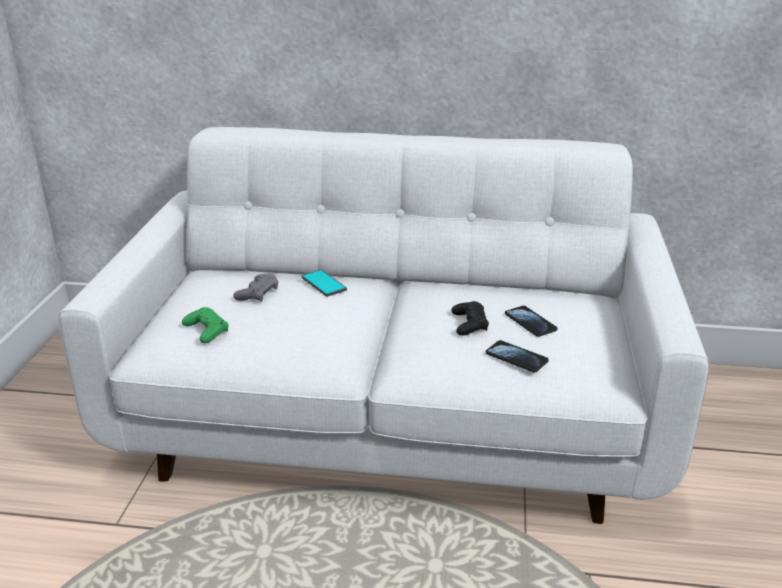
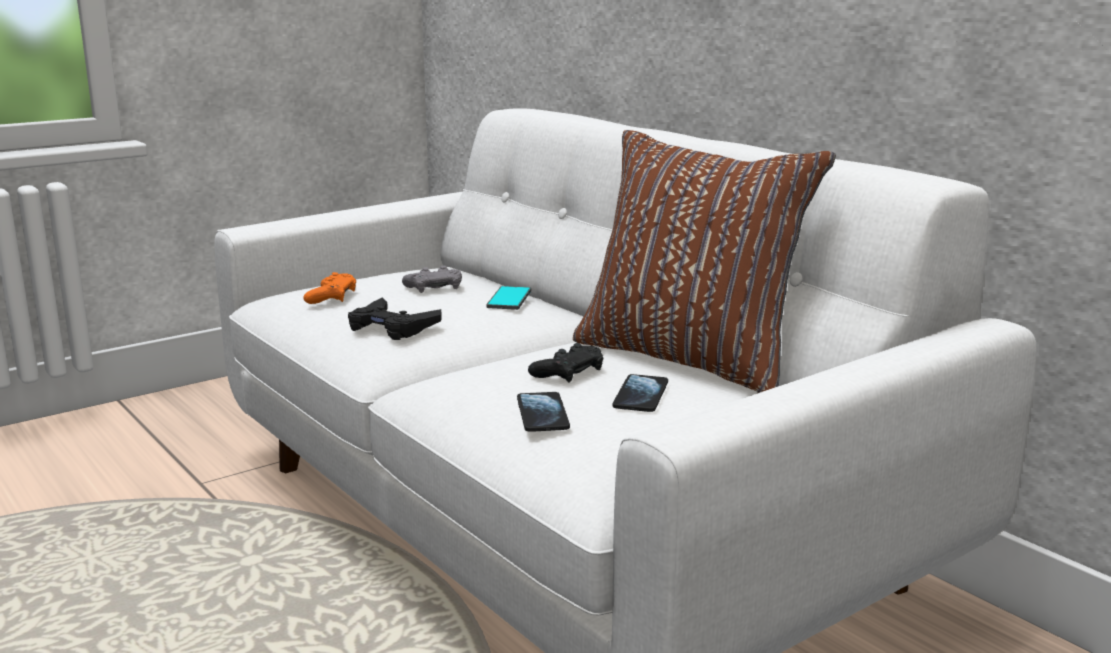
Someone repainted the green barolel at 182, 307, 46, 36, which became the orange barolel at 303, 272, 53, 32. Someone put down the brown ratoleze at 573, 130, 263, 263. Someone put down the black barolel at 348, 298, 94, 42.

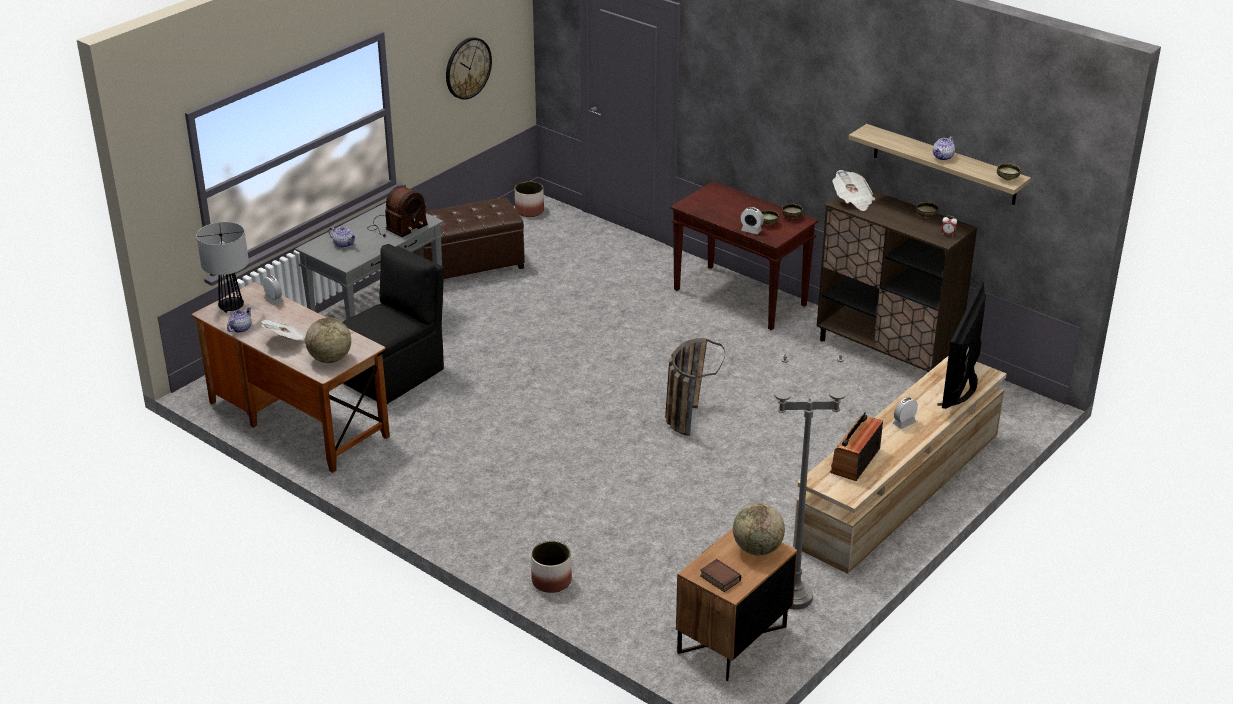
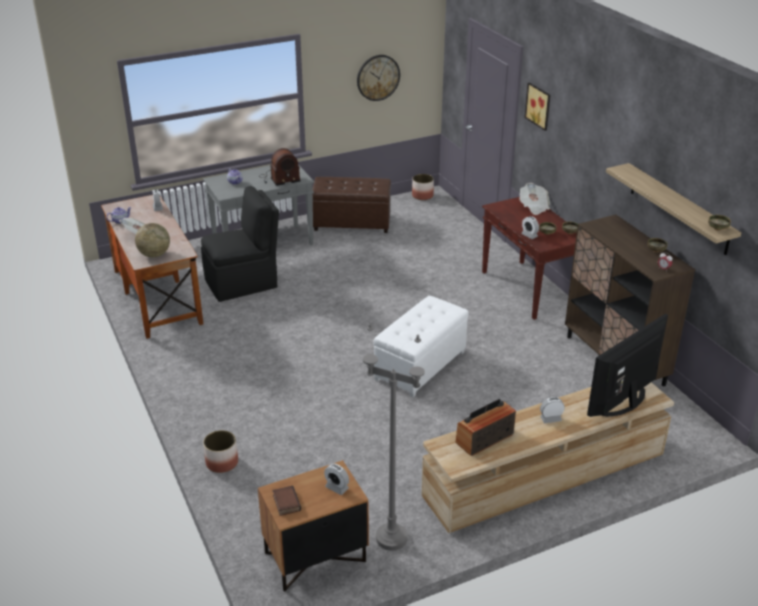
Someone took away the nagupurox at 933, 136, 22, 24. Someone carried the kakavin from 832, 170, 43, 41 to 519, 183, 31, 32. Someone took away the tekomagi at 196, 222, 53, 91. Someone swapped the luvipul at 665, 338, 60, 98 for the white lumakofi at 373, 296, 96, 101. Someone swapped the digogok at 733, 503, 52, 52 for the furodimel at 324, 464, 25, 31. Someone put up the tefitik at 525, 83, 25, 48.

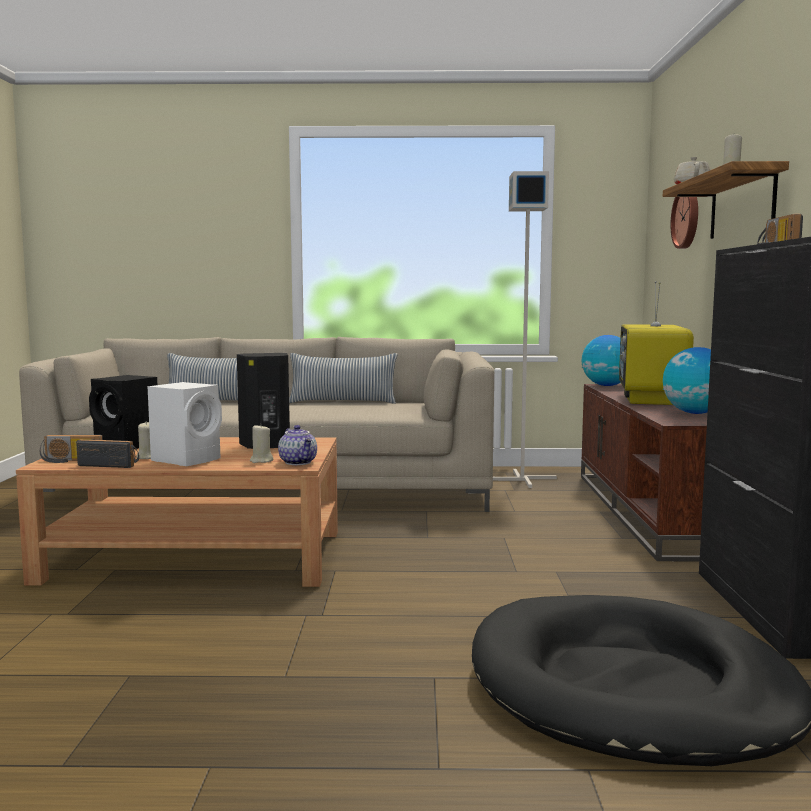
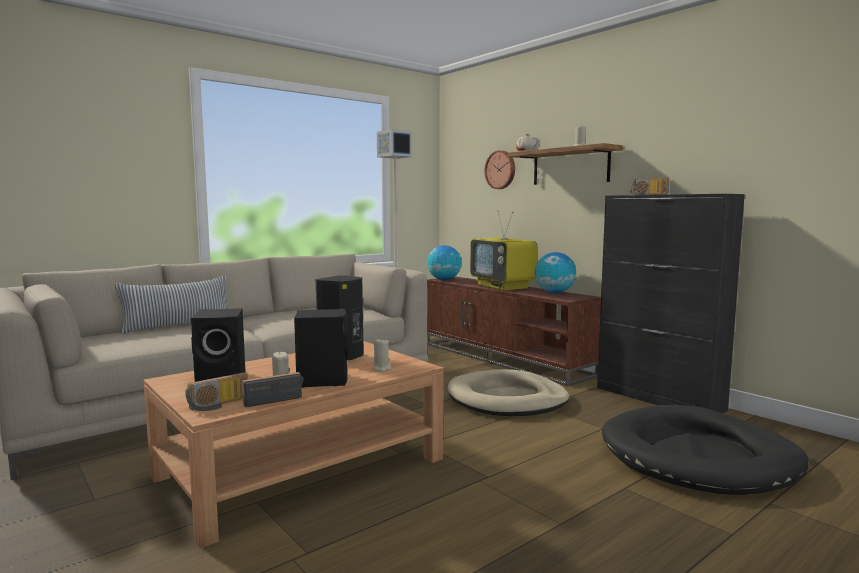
Someone took away the ratoleze at 289, 353, 108, 51. Someone repainted the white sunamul at 147, 382, 75, 84, which became the black sunamul at 294, 309, 54, 79. Someone took away the nagupurox at 278, 425, 39, 40. Someone put down the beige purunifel at 448, 369, 122, 47.

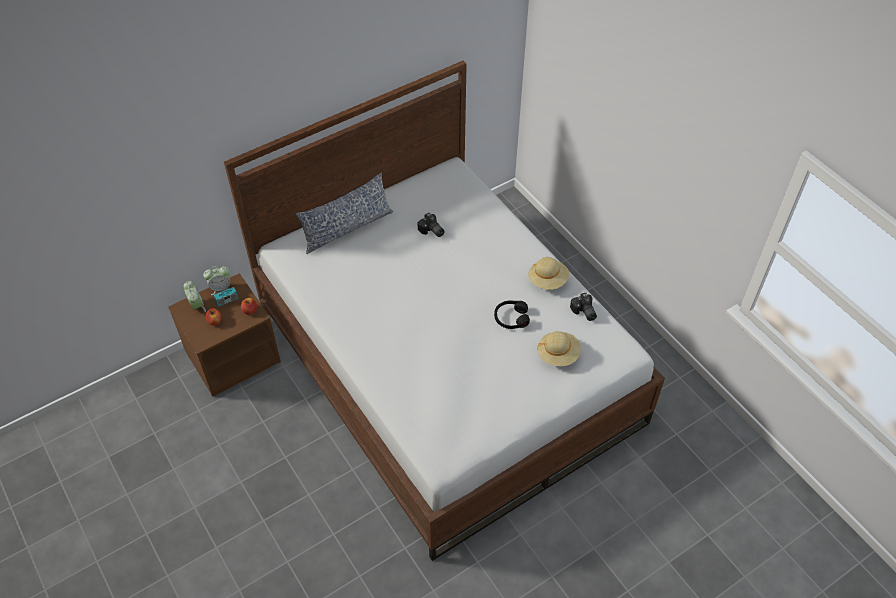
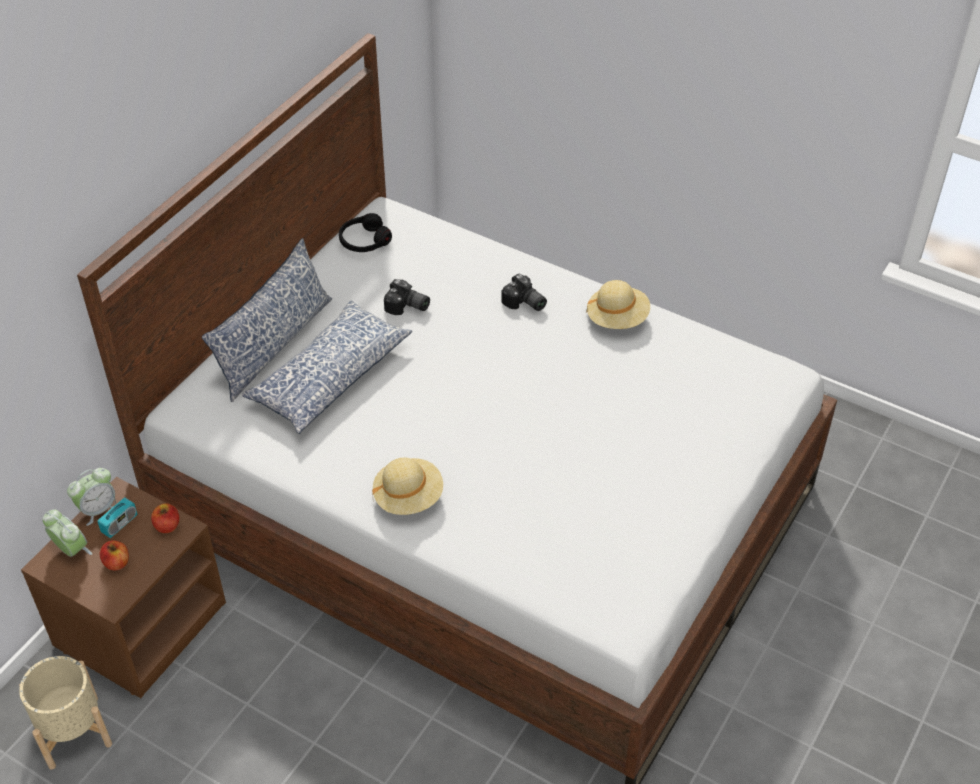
Someone carried the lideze from 570, 293, 27, 28 to 502, 273, 45, 38. Someone carried the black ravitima from 494, 301, 36, 28 to 339, 213, 53, 39. Someone carried the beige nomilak from 537, 331, 44, 35 to 372, 458, 71, 57. Someone put down the ratoleze at 242, 300, 170, 134. Someone put down the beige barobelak at 19, 656, 93, 114.

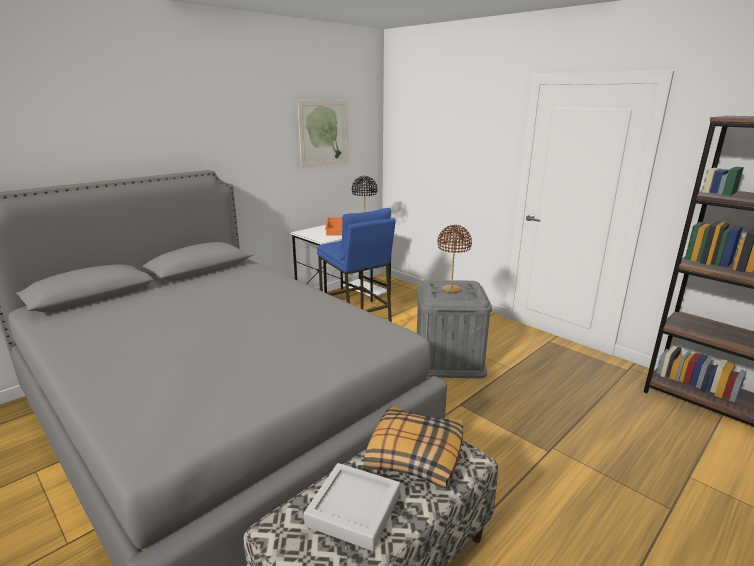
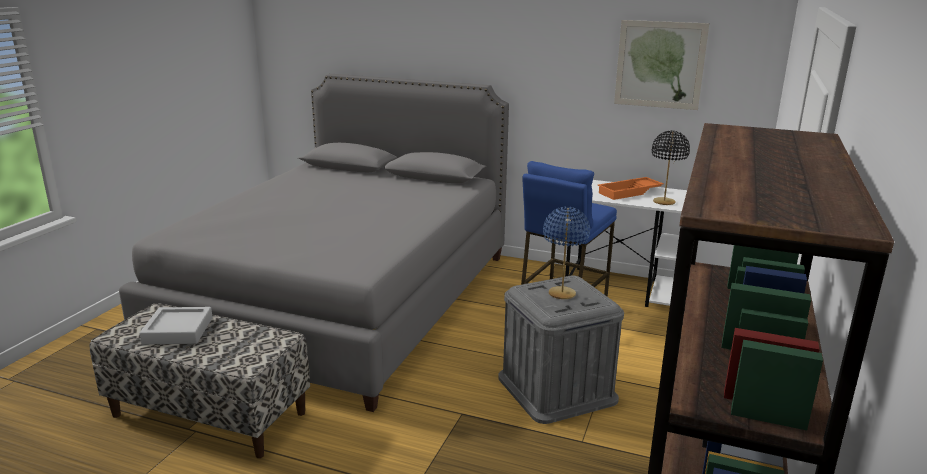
Someone repainted the brown tekomagi at 437, 225, 35, 68, which became the blue tekomagi at 543, 206, 47, 93. Someone took away the ratoleze at 364, 406, 99, 83.

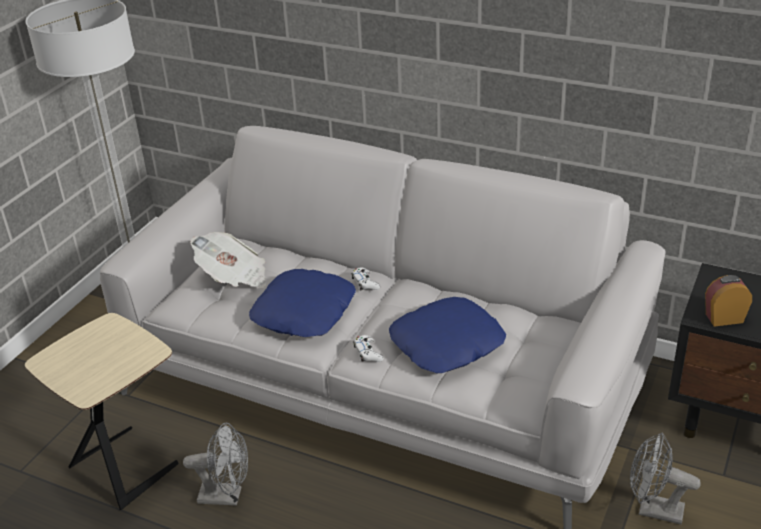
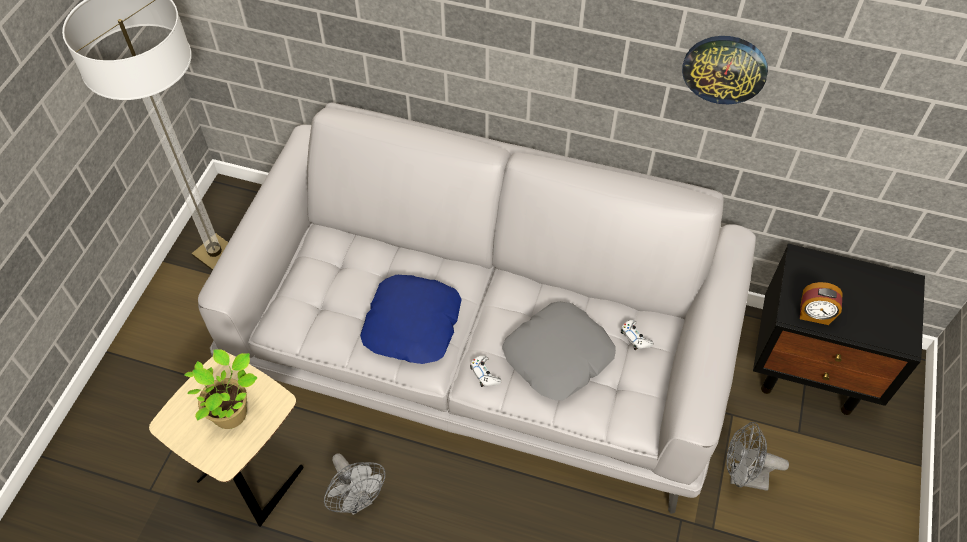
Someone took away the kakavin at 190, 232, 76, 56. Someone carried the white barolel from 352, 267, 28, 23 to 621, 320, 32, 30. Someone rotated the furodimel at 705, 275, 47, 52 by 150 degrees counterclockwise. Someone repainted the blue ratoleze at 389, 297, 117, 76, which became the grey ratoleze at 502, 302, 114, 99. Someone rotated the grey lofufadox at 183, 422, 65, 84 by 60 degrees clockwise. Someone put up the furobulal at 682, 36, 86, 68. Someone put down the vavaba at 184, 350, 74, 79.

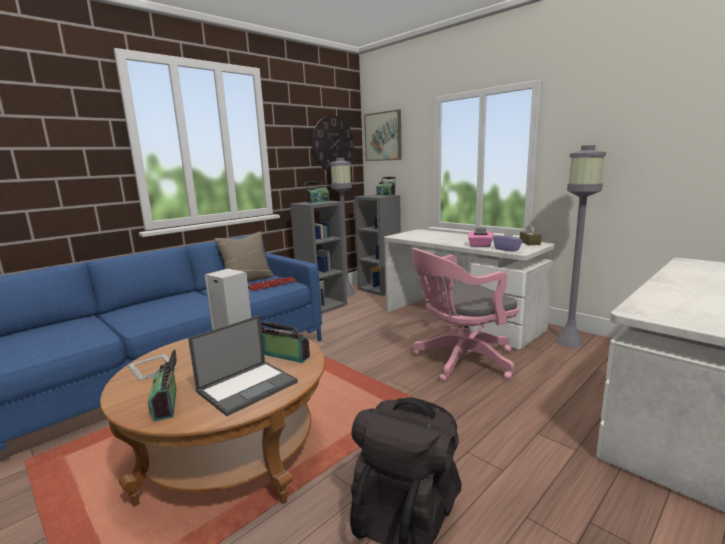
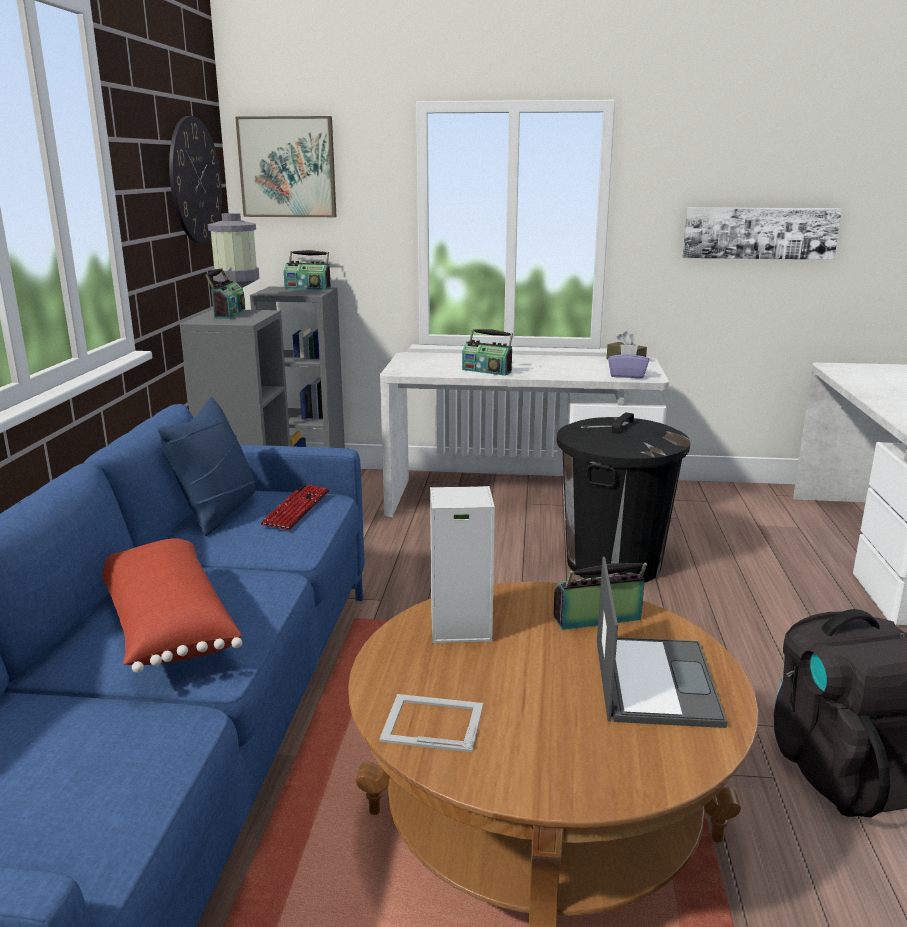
Someone took away the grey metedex at 556, 145, 50, 203. Someone took away the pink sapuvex at 468, 228, 25, 19. Someone repainted the beige ratoleze at 214, 232, 60, 50, which became the blue ratoleze at 157, 397, 98, 139. Someone swapped the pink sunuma at 412, 248, 107, 134 for the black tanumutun at 557, 412, 133, 171. Someone carried the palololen from 148, 349, 29, 72 to 462, 329, 51, 47. Someone put up the tefitik at 682, 207, 160, 53. Someone put down the red ratoleze at 102, 538, 140, 135.

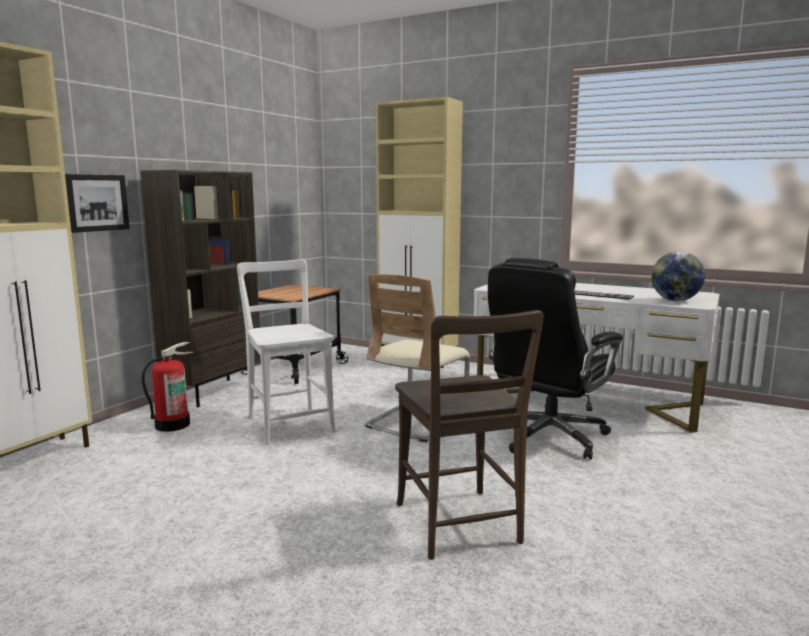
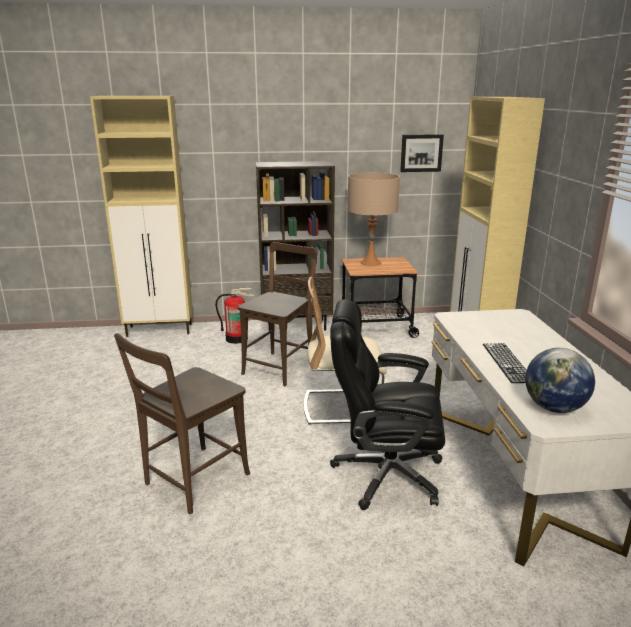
Someone carried the tefitik from 65, 174, 65, 59 to 400, 134, 44, 38. Someone repainted the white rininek at 237, 259, 99, 185, which became the brown rininek at 238, 242, 80, 144. Someone put down the beige tekomagi at 348, 173, 52, 93.

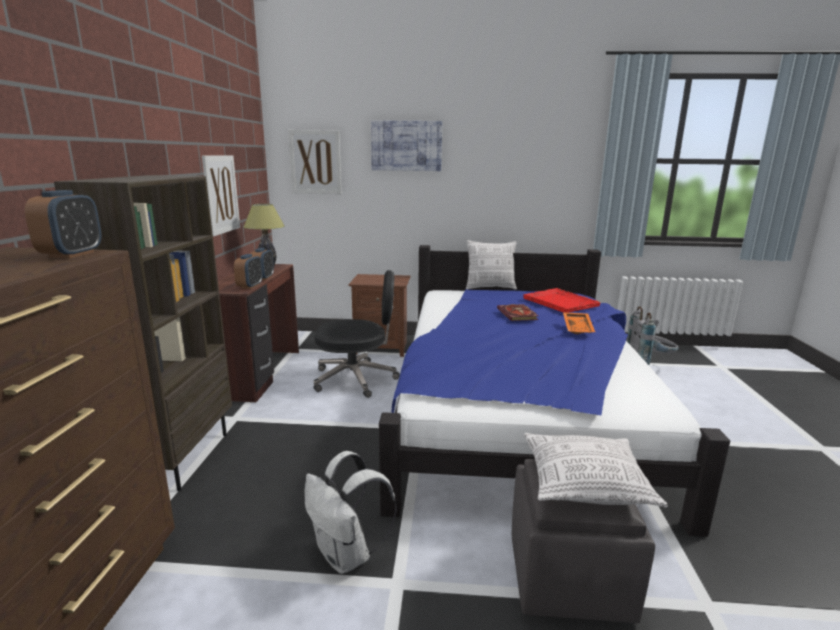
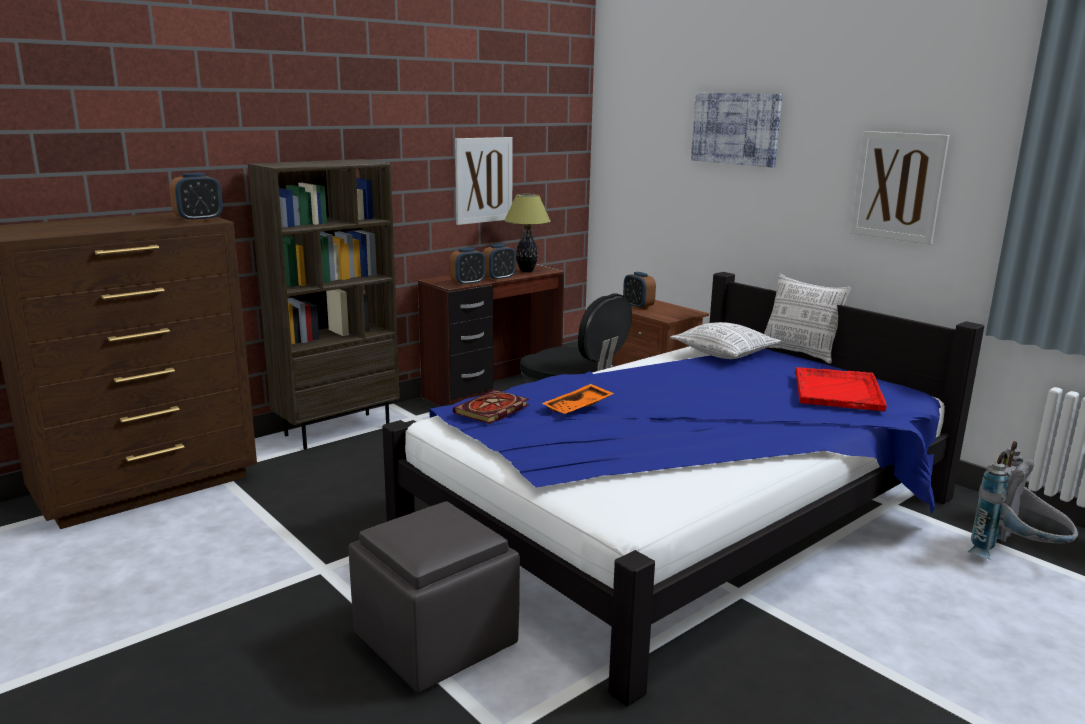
Someone carried the tefitik from 288, 130, 53, 64 to 850, 131, 100, 114. Someone carried the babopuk from 497, 304, 41, 17 to 453, 390, 76, 34. Someone carried the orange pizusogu from 563, 313, 32, 21 to 542, 384, 72, 30. Someone carried the ratoleze from 524, 433, 144, 74 to 670, 322, 111, 37. Someone took away the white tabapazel at 305, 451, 92, 123. Someone put down the furodimel at 623, 272, 33, 37.

